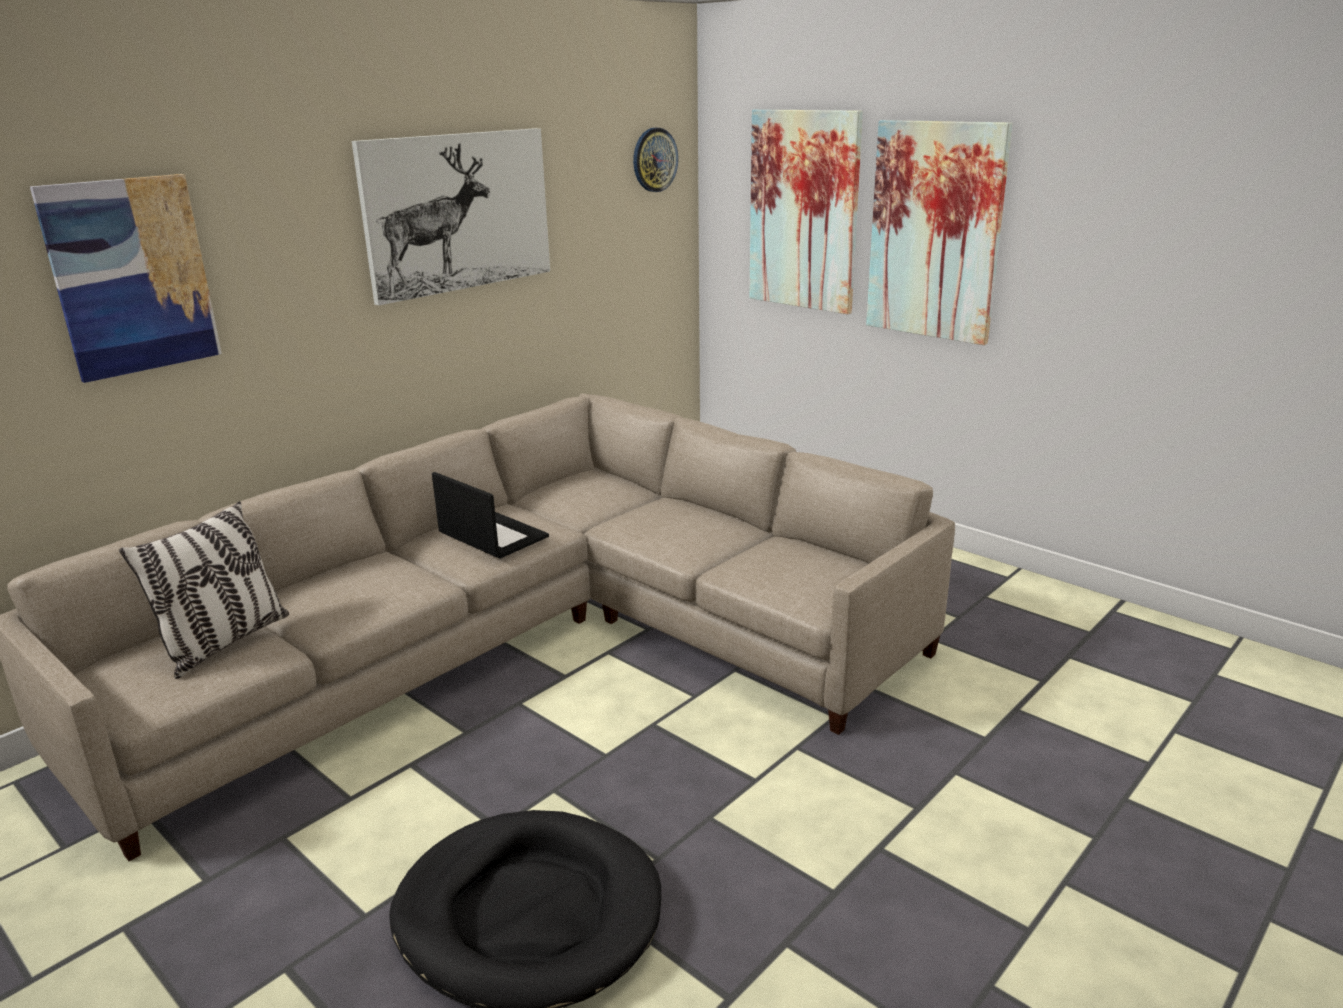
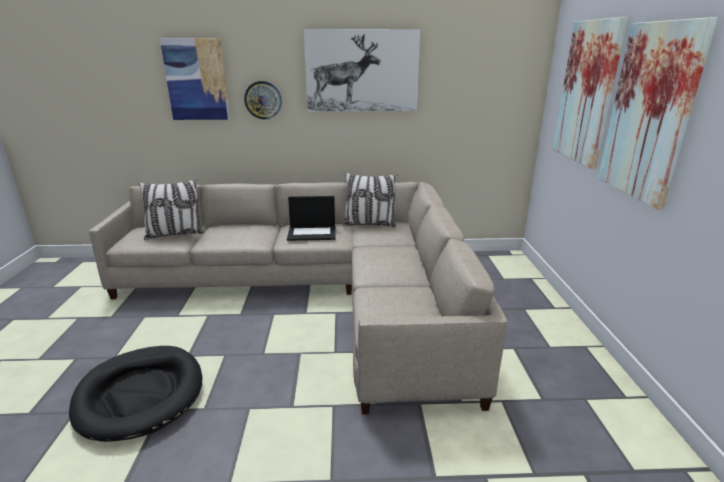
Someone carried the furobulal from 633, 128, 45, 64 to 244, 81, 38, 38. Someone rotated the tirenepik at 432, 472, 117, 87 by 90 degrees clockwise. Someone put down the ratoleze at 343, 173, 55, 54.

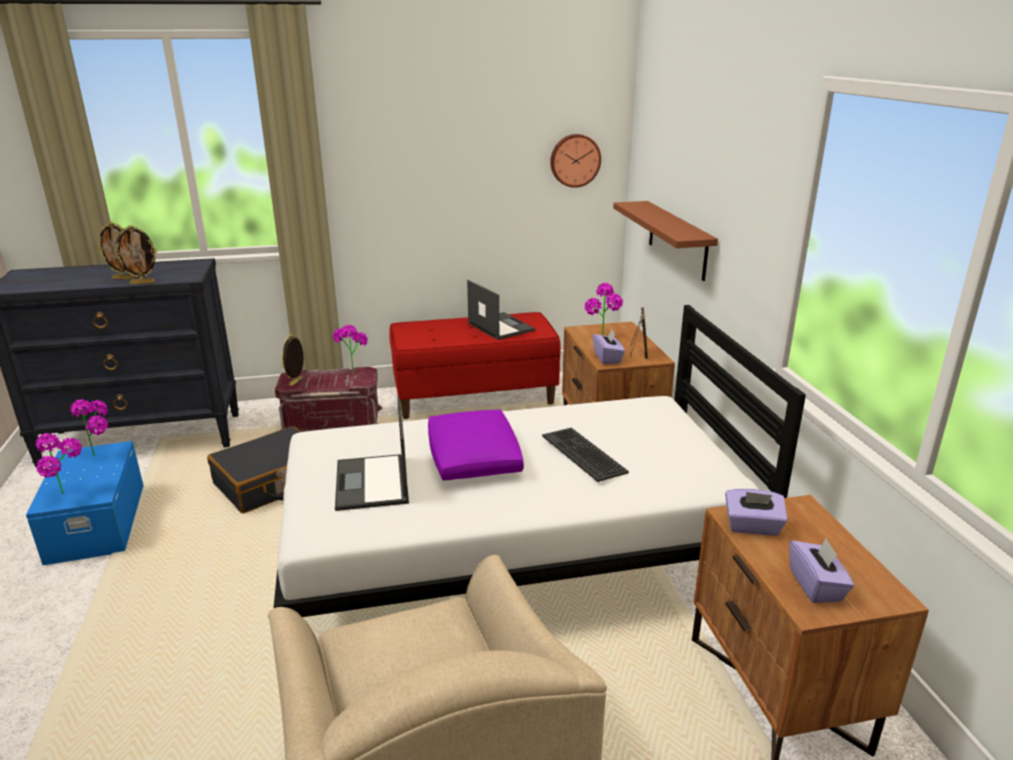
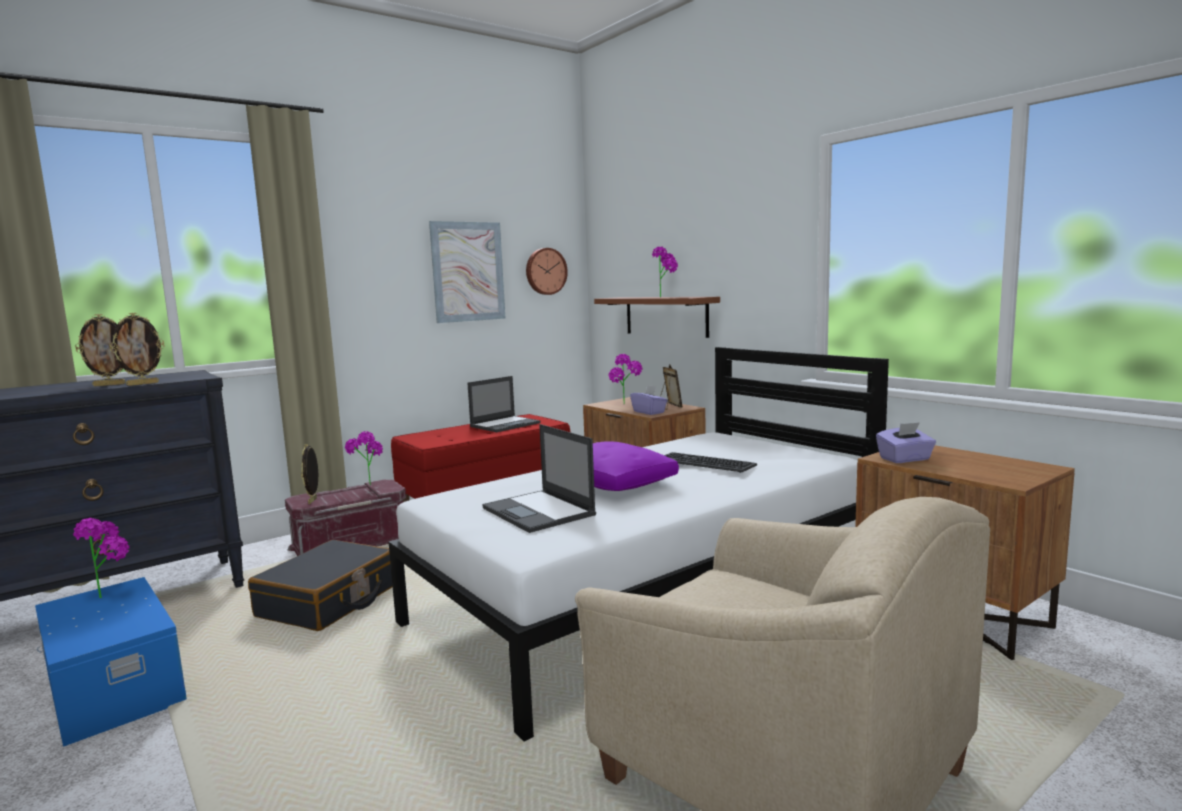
Someone rotated the tirenepik at 467, 280, 68, 60 by 105 degrees clockwise. Someone carried the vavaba from 35, 433, 47, 61 to 652, 247, 26, 50. Someone took away the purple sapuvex at 789, 538, 65, 65. Someone put up the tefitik at 429, 221, 76, 102.

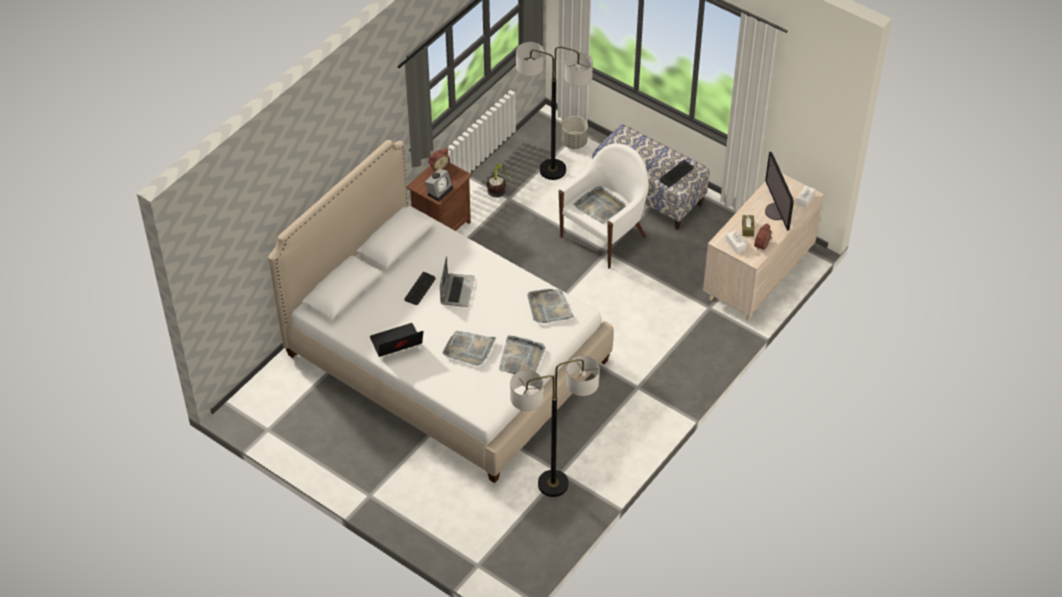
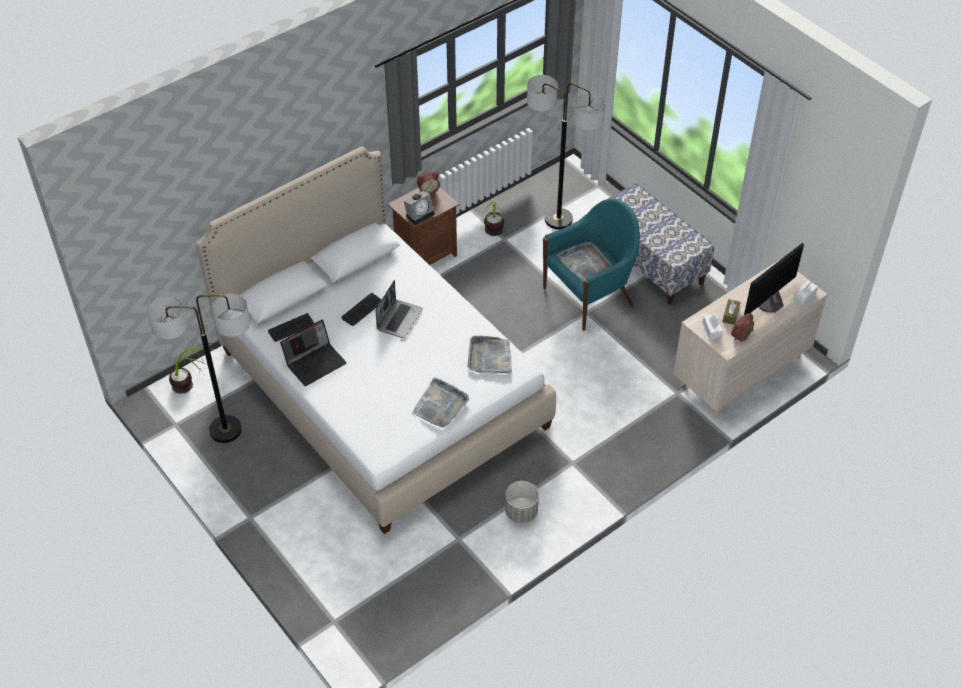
Someone carried the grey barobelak from 562, 116, 26, 33 to 505, 481, 34, 42. Someone repainted the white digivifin at 559, 144, 90, 125, which became the turquoise digivifin at 543, 199, 97, 132. Someone rotated the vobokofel at 765, 151, 29, 80 by 45 degrees clockwise. Someone carried the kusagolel from 659, 160, 35, 27 to 268, 313, 46, 29. Someone rotated the tirenepik at 370, 323, 53, 34 by 150 degrees clockwise. Someone took away the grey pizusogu at 442, 331, 54, 35. Someone carried the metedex from 510, 356, 89, 141 to 147, 294, 103, 149. Someone put down the vavaba at 169, 343, 46, 51.

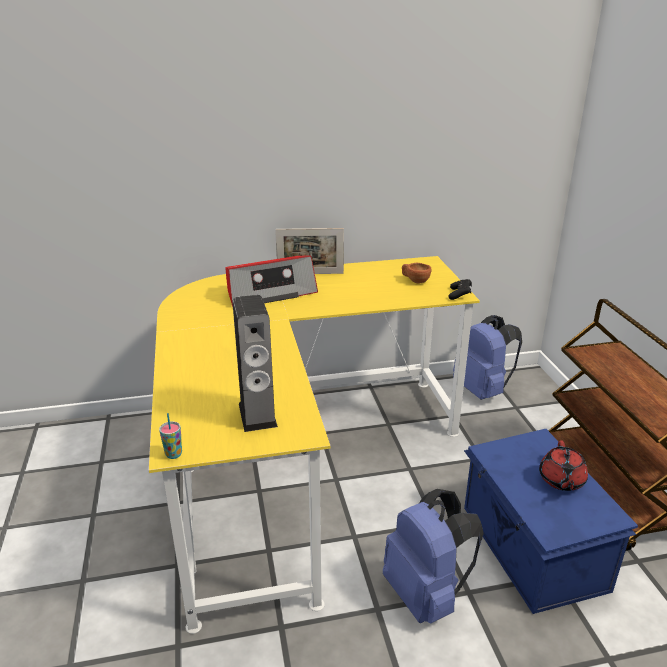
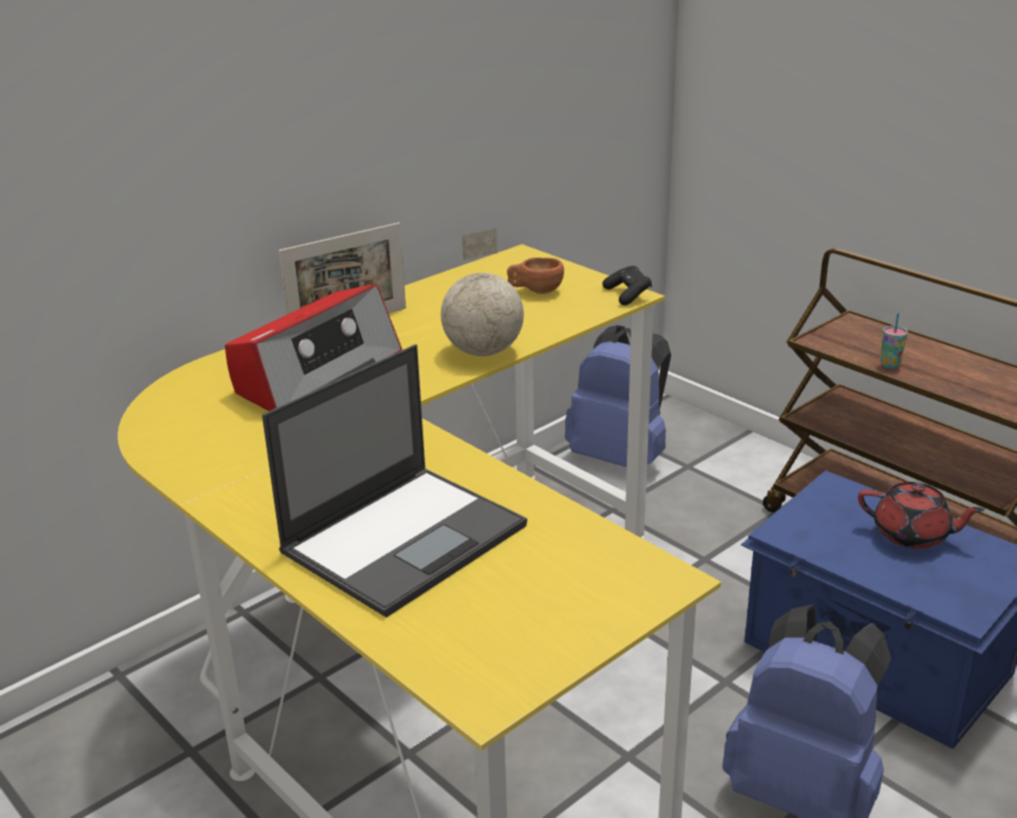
Someone took away the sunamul at 232, 295, 46, 137. Someone carried the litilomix from 159, 413, 23, 46 to 881, 313, 27, 56. Someone rotated the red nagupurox at 539, 440, 49, 51 by 45 degrees counterclockwise. Someone put down the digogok at 441, 228, 83, 128. Someone put down the tirenepik at 262, 344, 265, 274.

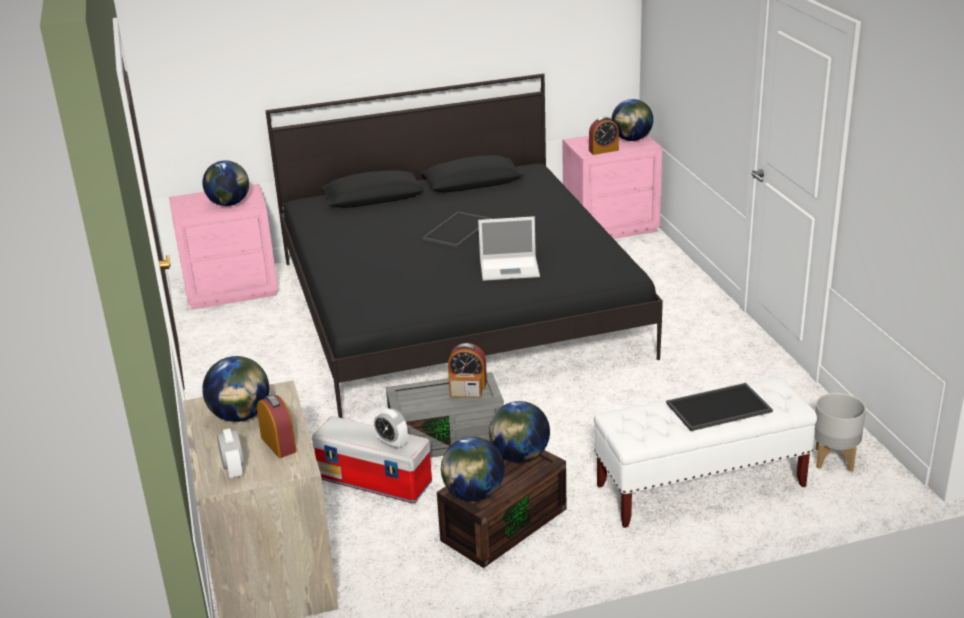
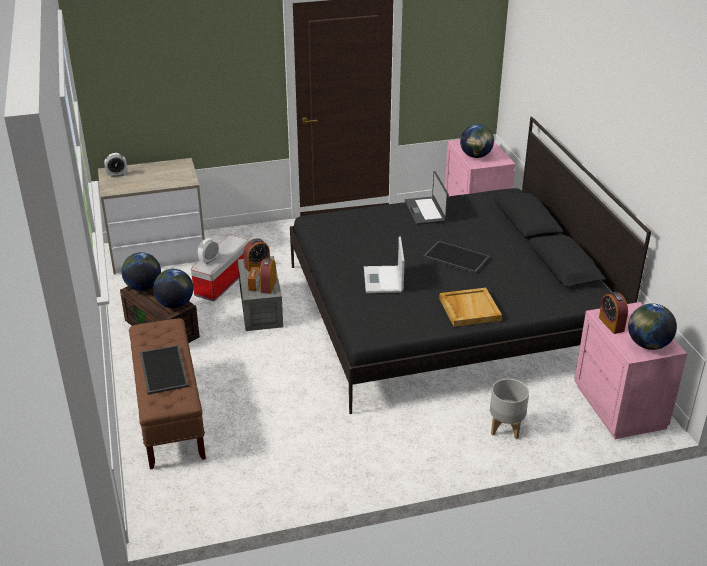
Someone took away the digogok at 202, 356, 67, 66. Someone repainted the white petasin at 594, 377, 223, 151, which became the brown petasin at 129, 318, 77, 151. Someone carried the grey barobelak from 814, 393, 52, 79 to 490, 379, 39, 60. Someone carried the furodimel from 257, 395, 40, 63 to 243, 238, 27, 34. Someone put down the tirenepik at 405, 171, 44, 54. Someone put down the beige pizusogu at 439, 288, 63, 39.

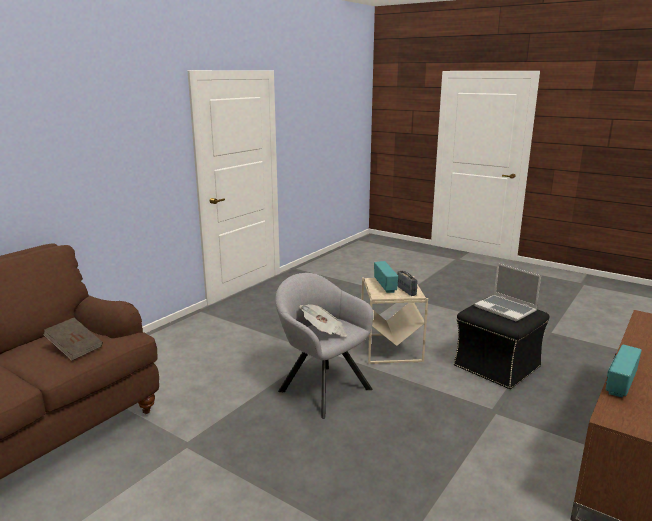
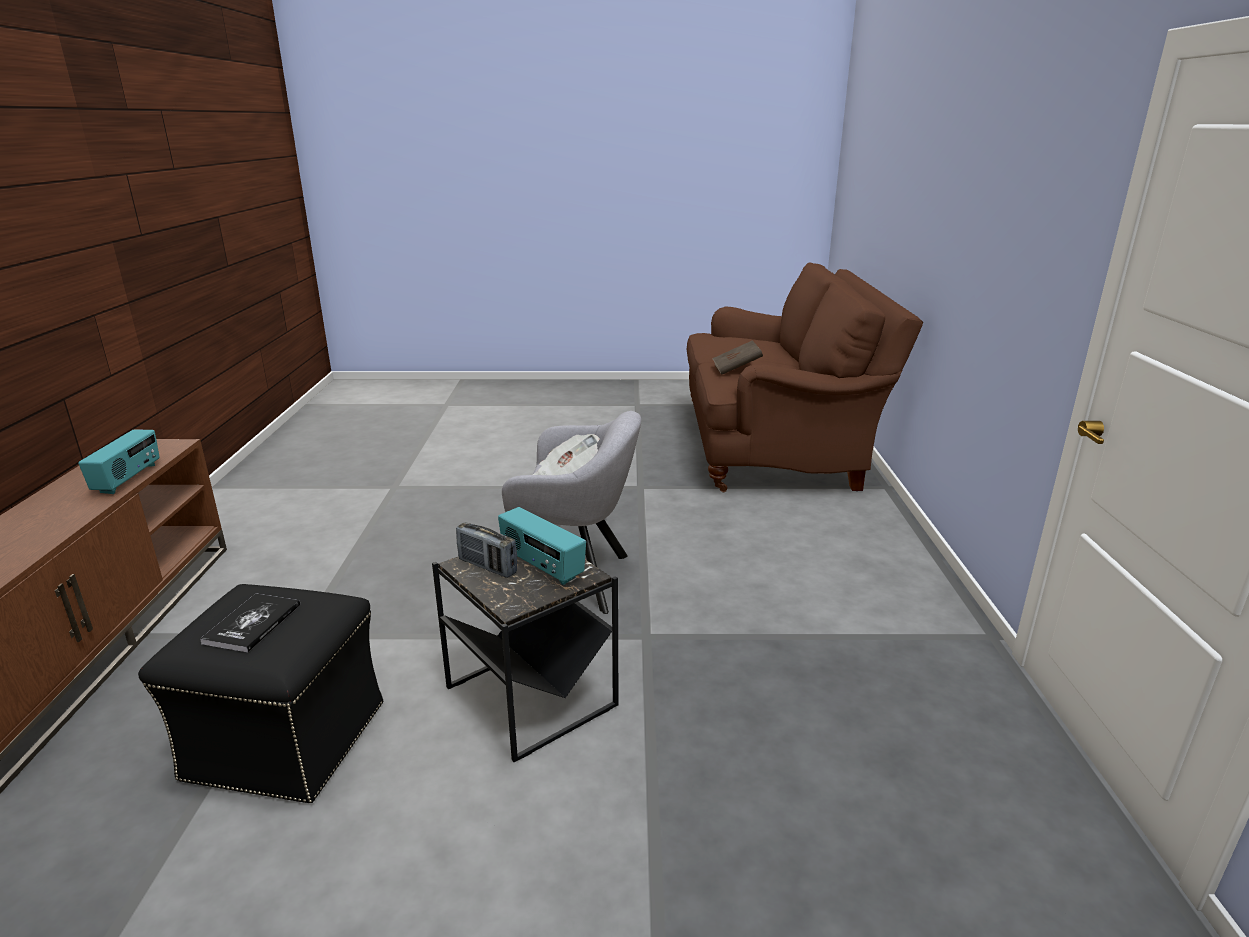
Someone swapped the tirenepik at 474, 263, 67, 58 for the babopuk at 200, 593, 100, 59. Someone repainted the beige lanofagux at 362, 276, 66, 88, which became the black lanofagux at 432, 556, 187, 206.

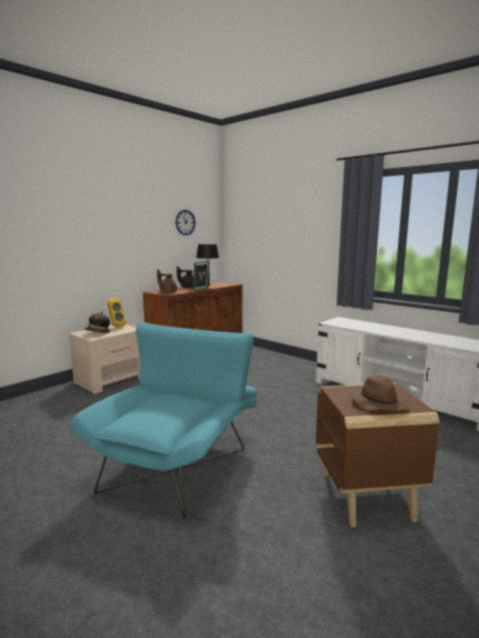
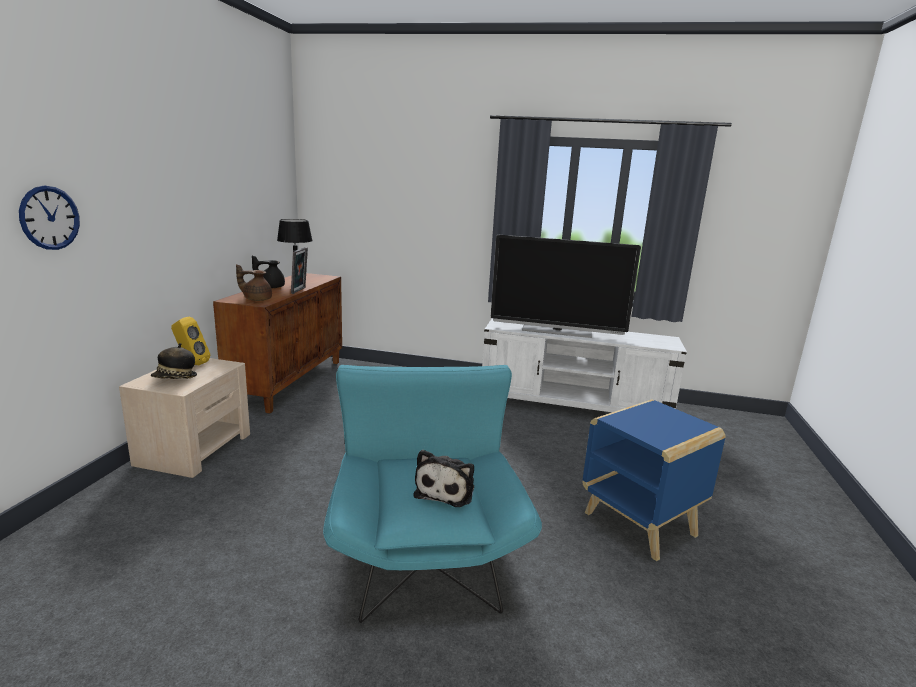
Someone carried the furobulal from 176, 210, 20, 26 to 19, 186, 61, 64. Someone took away the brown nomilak at 350, 375, 58, 36. Someone repainted the brown lanofagux at 316, 383, 124, 144, which became the blue lanofagux at 582, 399, 144, 162. Someone put down the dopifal at 491, 235, 150, 103. Someone put down the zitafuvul at 414, 450, 60, 57.

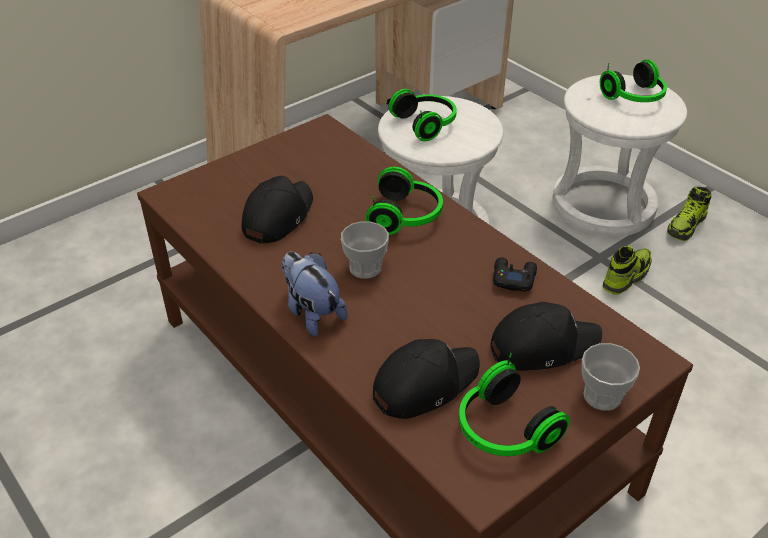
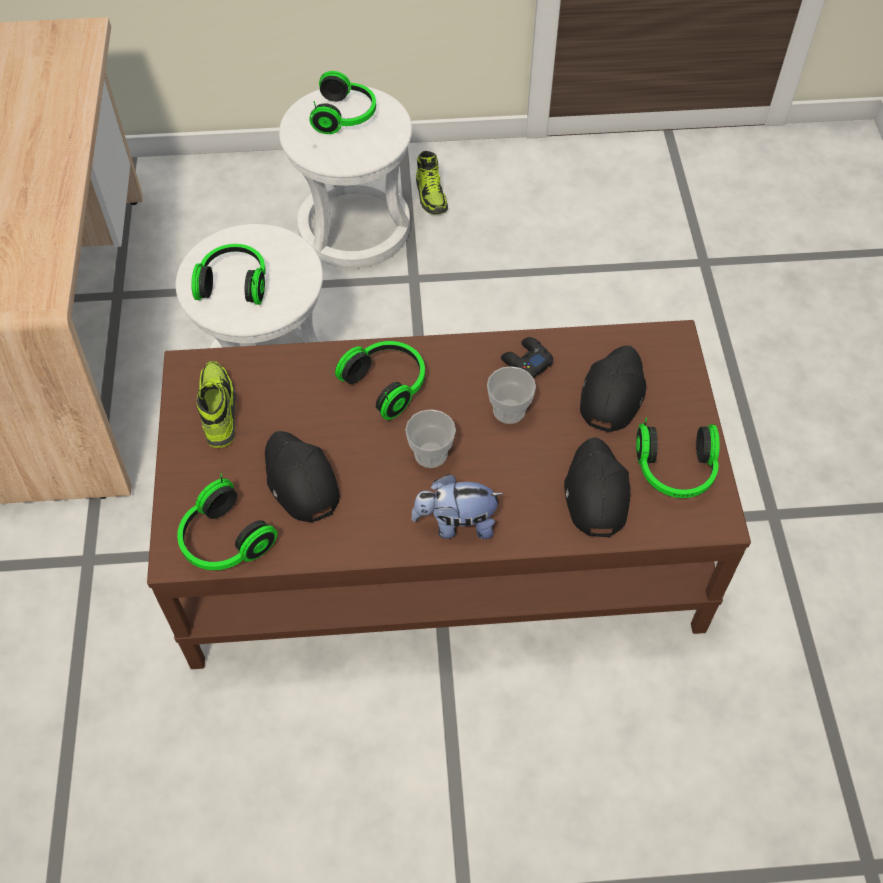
Someone carried the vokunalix from 603, 246, 49, 48 to 197, 361, 39, 87. Someone carried the litilomix from 582, 343, 58, 68 to 487, 366, 49, 58. Someone put down the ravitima at 177, 474, 100, 96.

